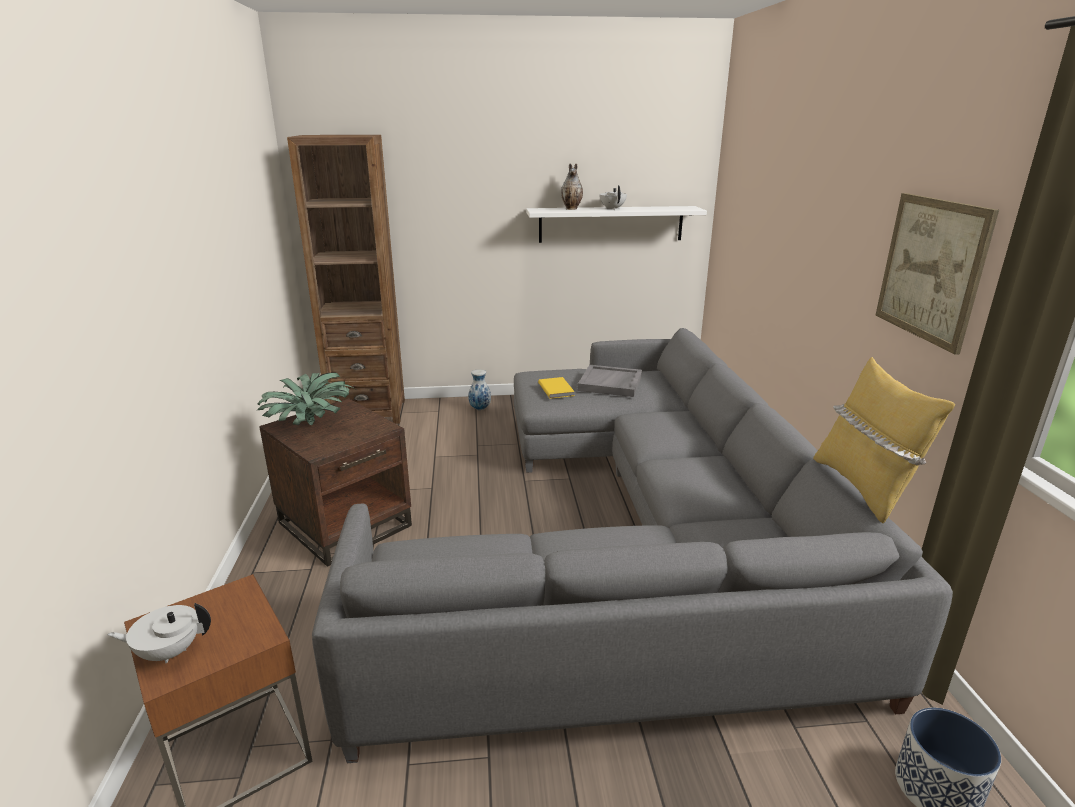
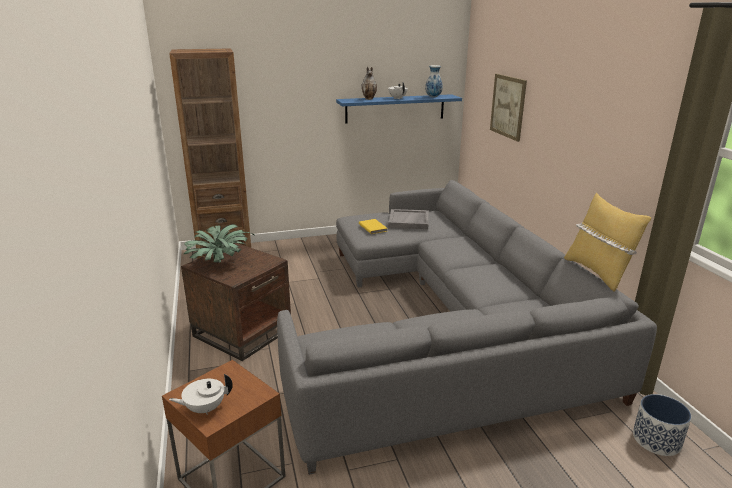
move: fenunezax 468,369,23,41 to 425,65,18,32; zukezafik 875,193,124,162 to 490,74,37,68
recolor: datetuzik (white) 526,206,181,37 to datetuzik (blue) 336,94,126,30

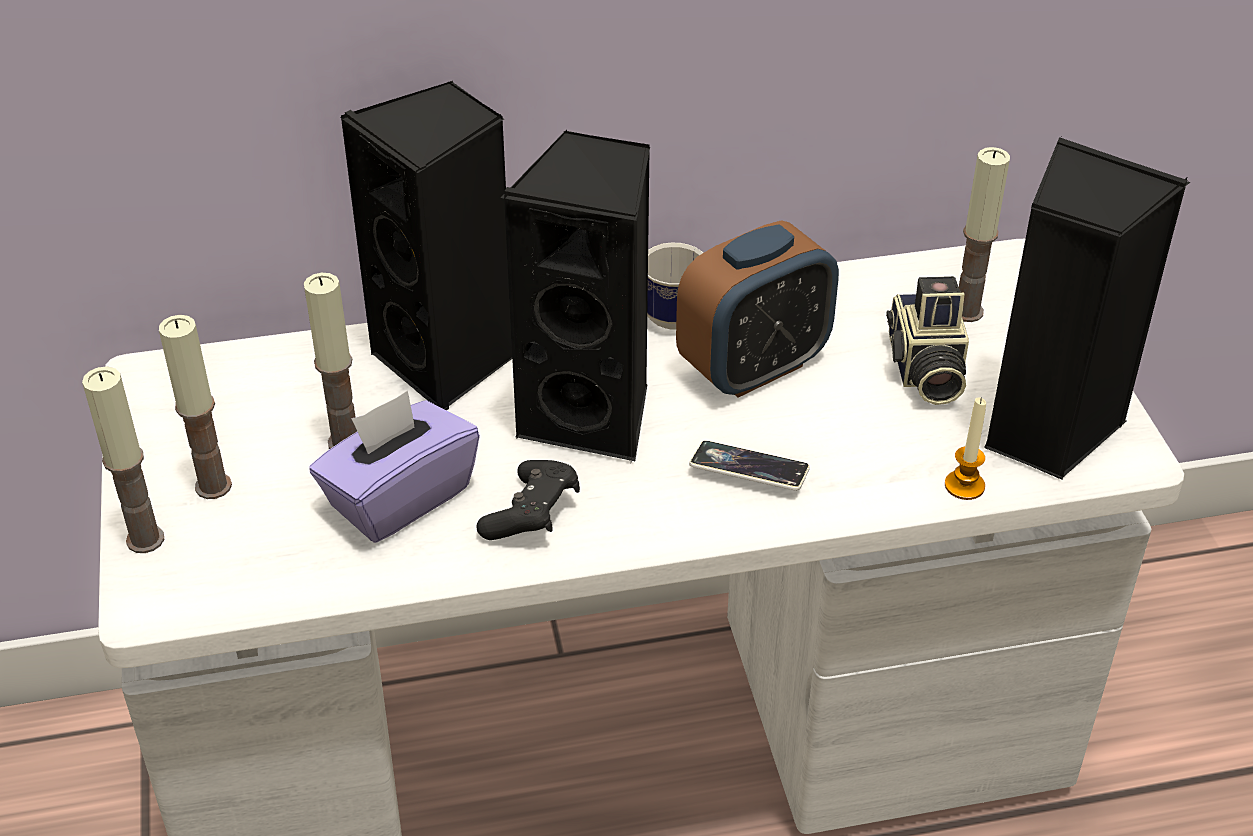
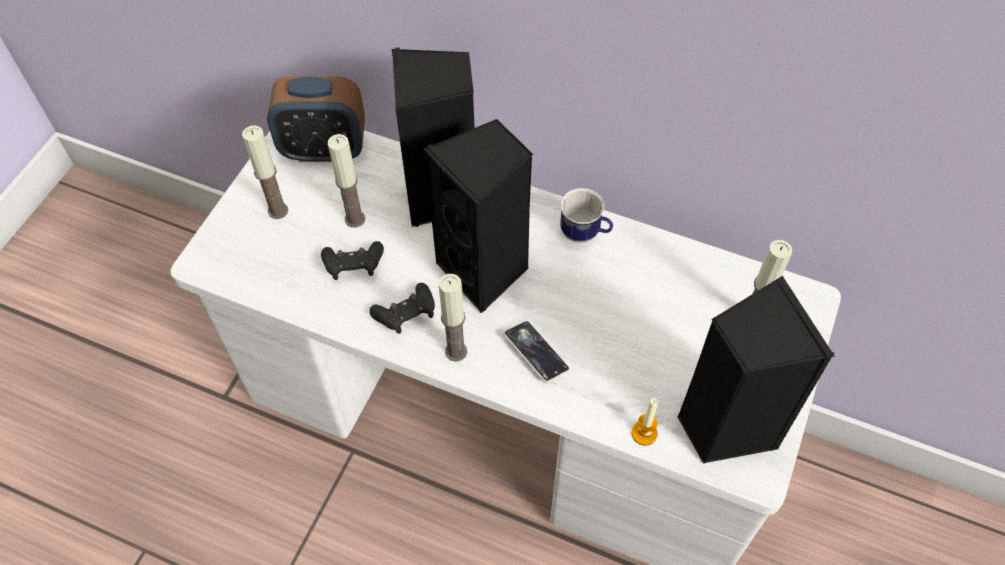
delete: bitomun 886,276,83,129
move: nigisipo 82,366,82,187 to 439,274,28,88; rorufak 676,220,163,178 to 267,76,98,86
replace: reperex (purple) 309,391,171,152 to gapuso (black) 321,241,63,39

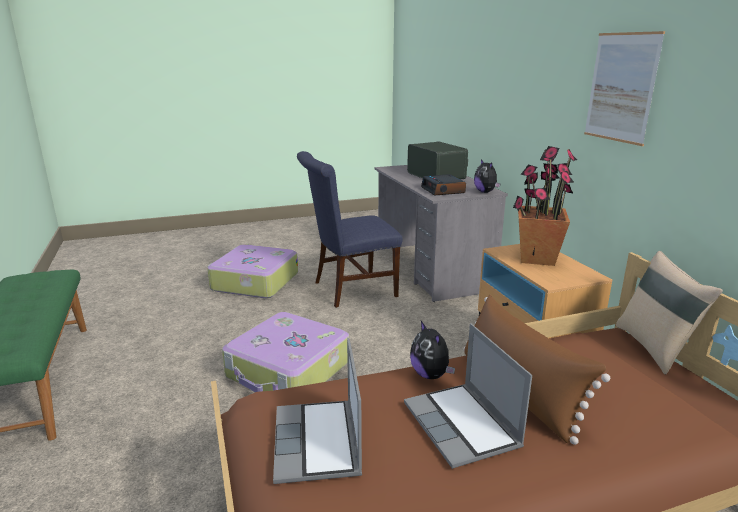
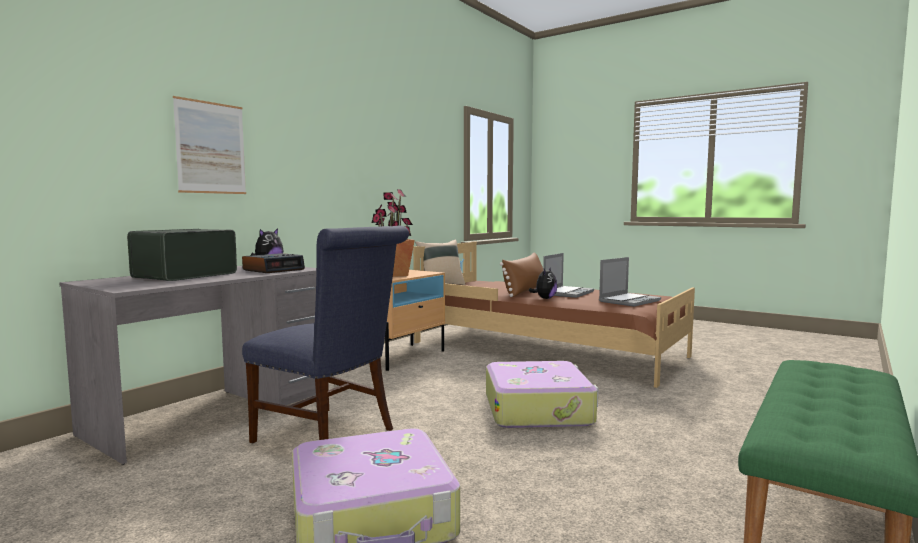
move: zukezafik 584,31,81,115 to 173,96,73,98

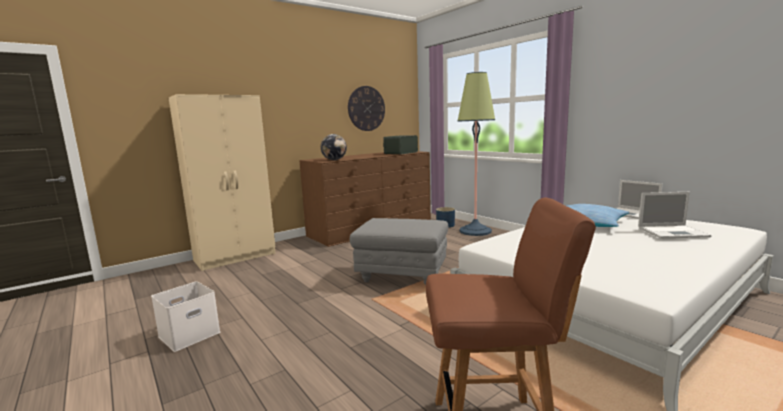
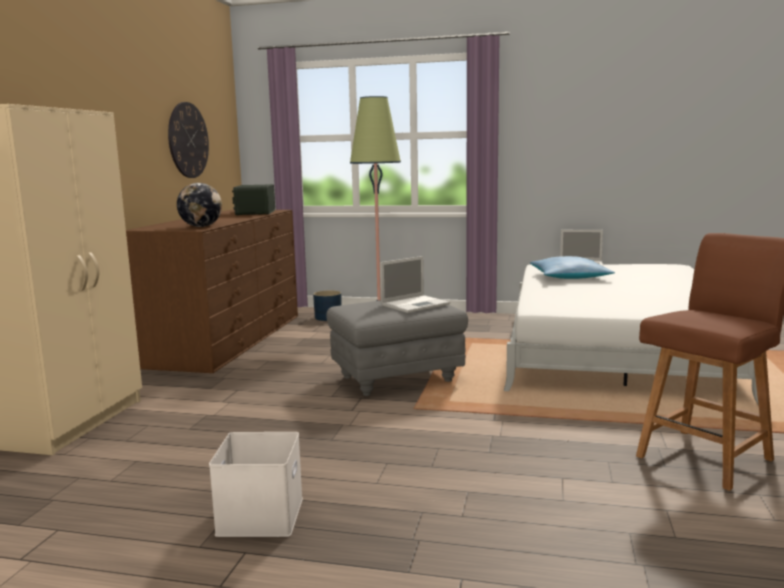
move: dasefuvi 638,192,74,46 to 380,256,70,57

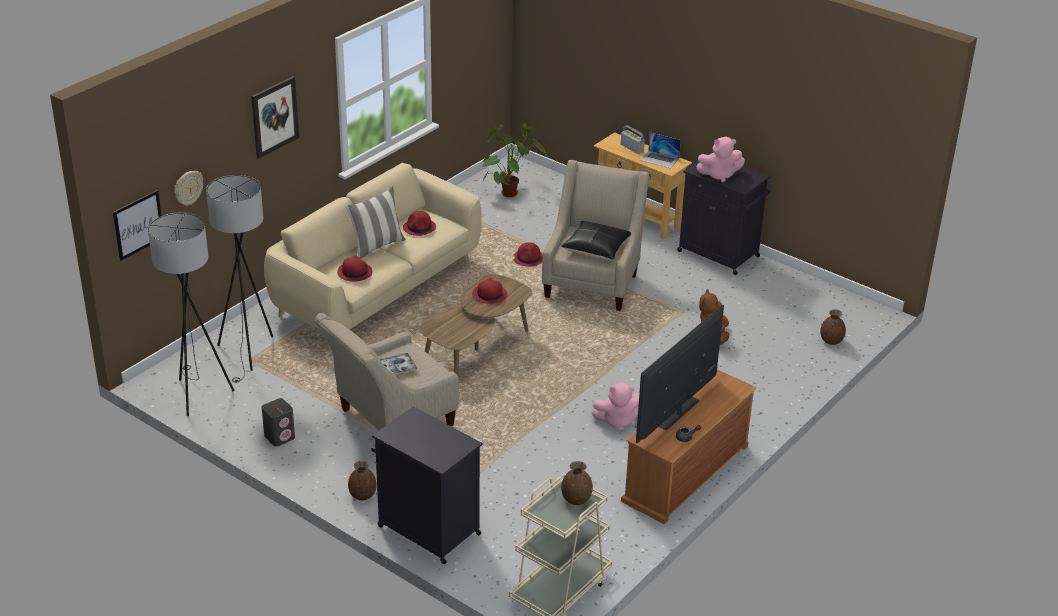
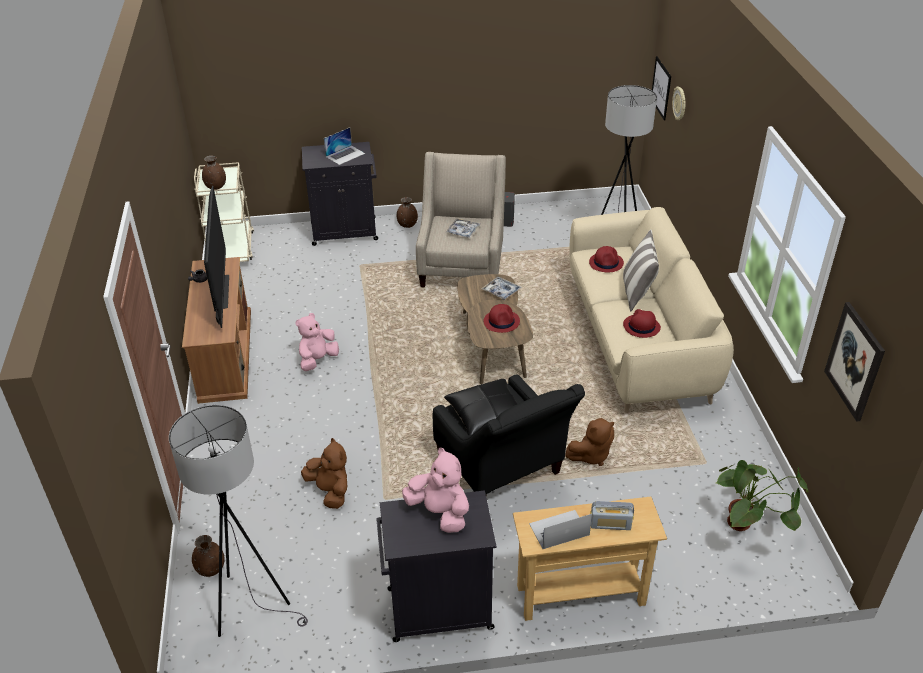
insert: dasefuvi 324,127,41,38; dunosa 481,277,40,23
move: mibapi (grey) 148,213,86,203 to 169,405,139,232; zukezafik 251,76,48,82 to 824,302,61,120
replace: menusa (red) 513,242,30,25 to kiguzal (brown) 565,418,49,48
recolor: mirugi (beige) 542,160,107,151 to mirugi (black) 433,374,152,121
rotate: kiguzal (pink) 696,137,49,45 = 402,448,67,85 90 degrees clockwise

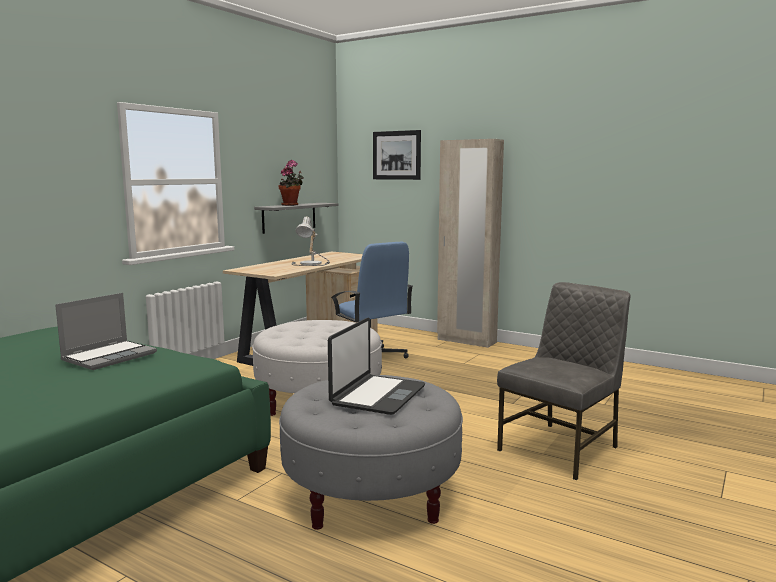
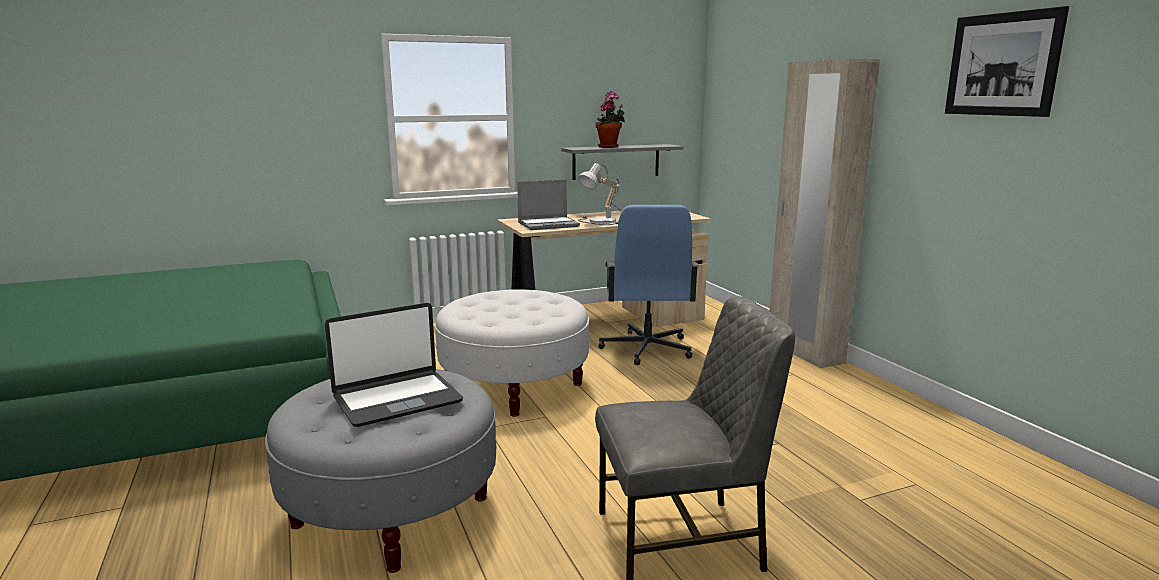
move: dasefuvi 55,293,102,77 to 517,179,63,51; zukezafik 373,130,48,50 to 945,6,124,111

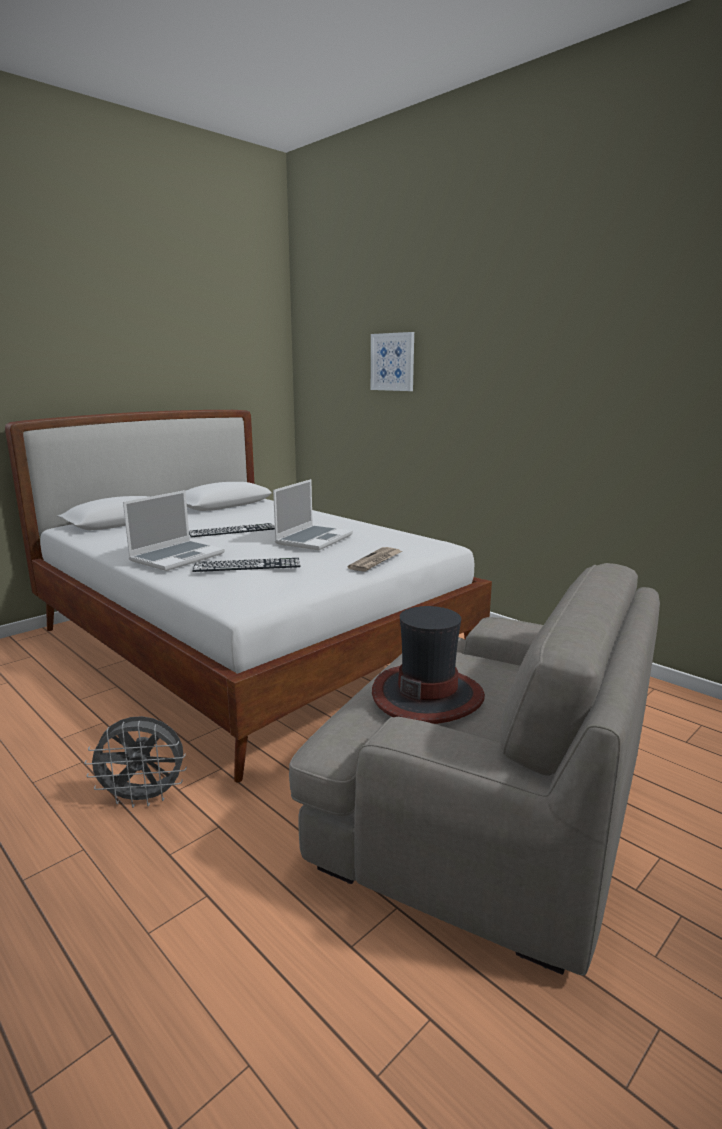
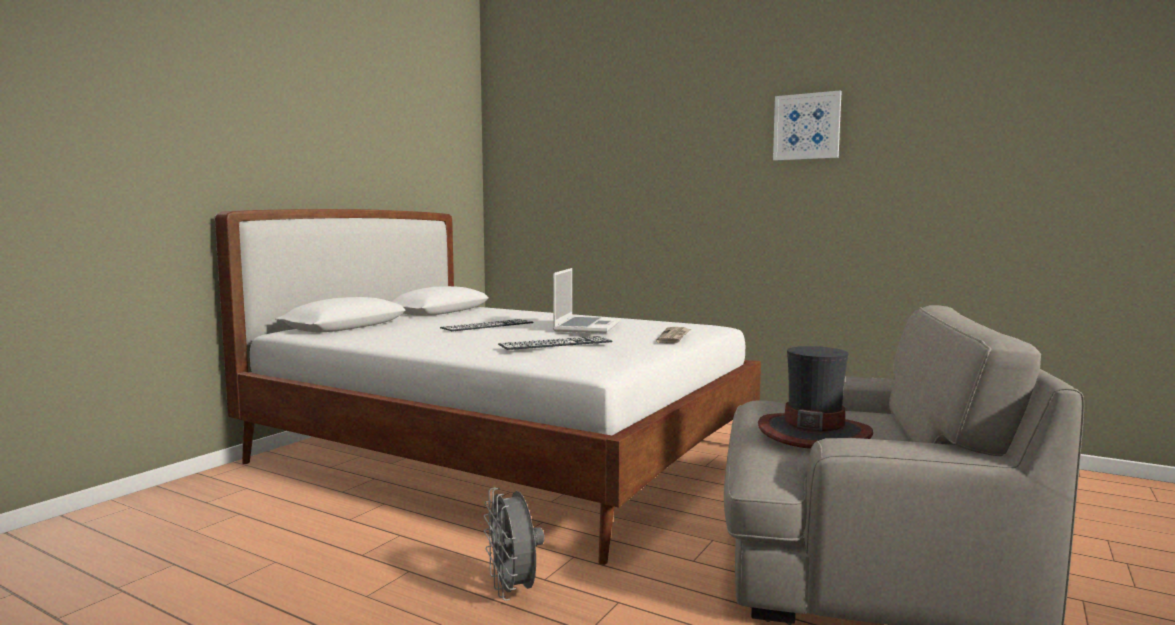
delete: dasefuvi 123,490,102,81
move: zukezafik 371,332,43,59 to 773,90,69,71
rotate: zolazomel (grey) 85,716,102,91 = 484,487,60,114 90 degrees clockwise

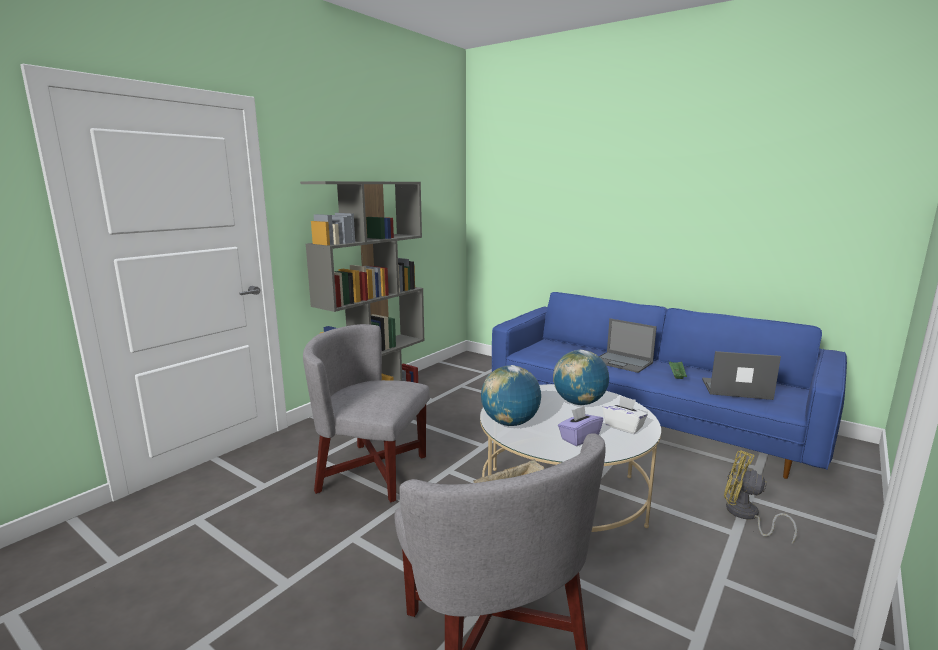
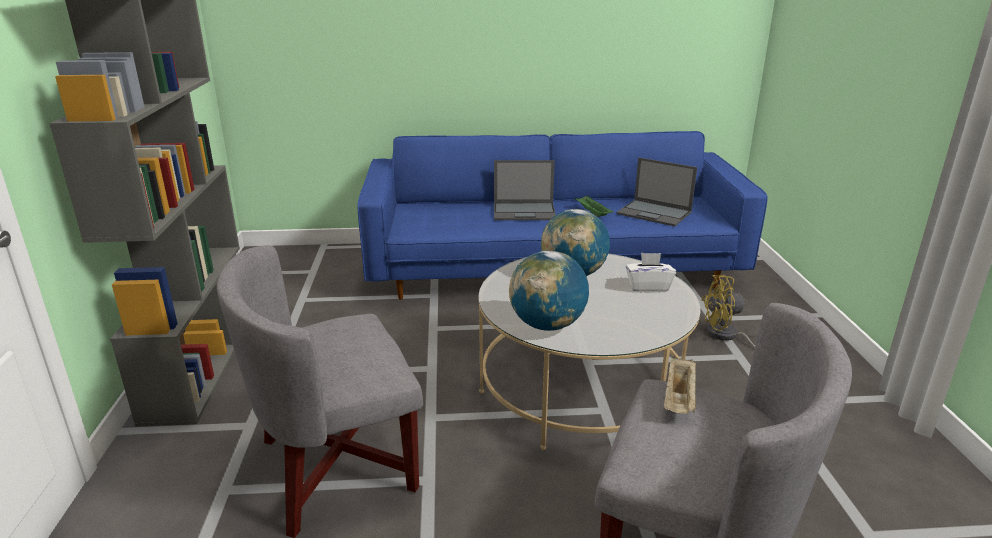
delete: reperex (purple) 558,406,45,40
rotate: dasefuvi 702,351,79,49 = 616,158,81,68 120 degrees counterclockwise

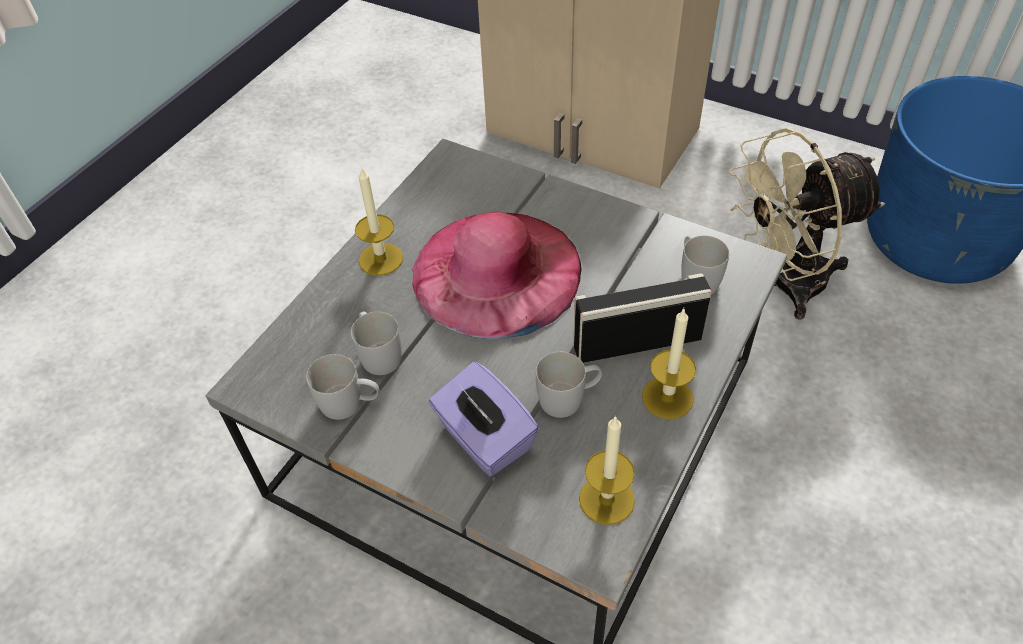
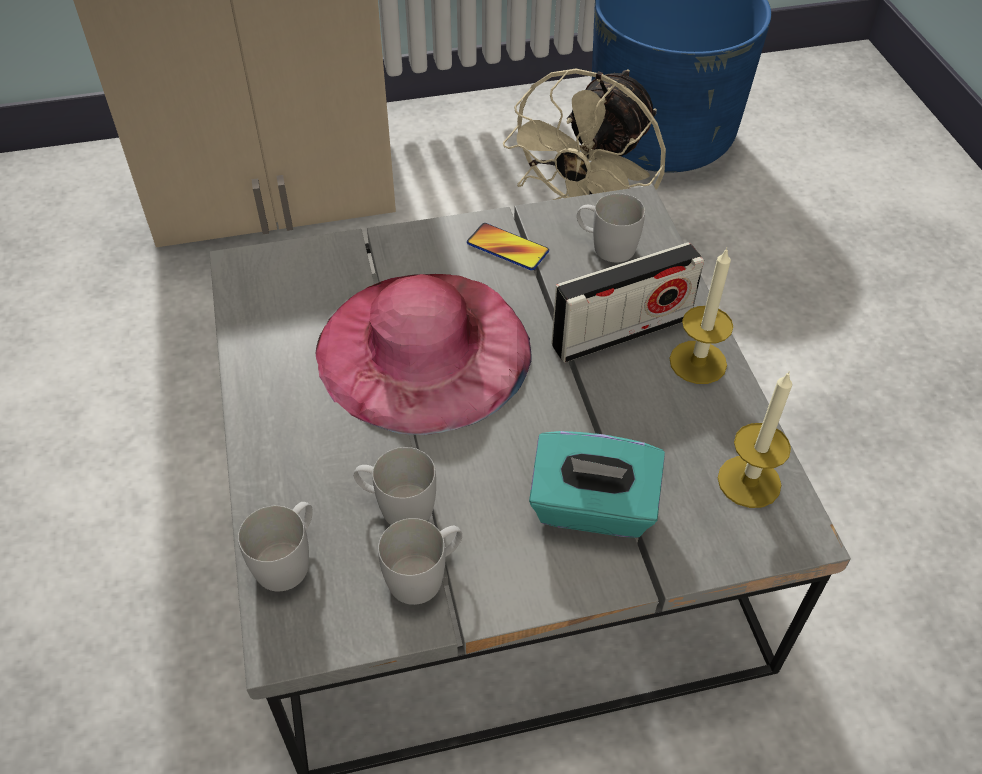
delete: nigisipo 355,166,48,110
insert: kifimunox 467,223,82,47
move: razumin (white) 536,352,66,66 to 238,502,75,89
recolor: reperex (purple) 429,362,110,114 to reperex (turquoise) 529,431,136,107
rotate: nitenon 573,273,138,90 = 551,242,153,121 150 degrees counterclockwise

